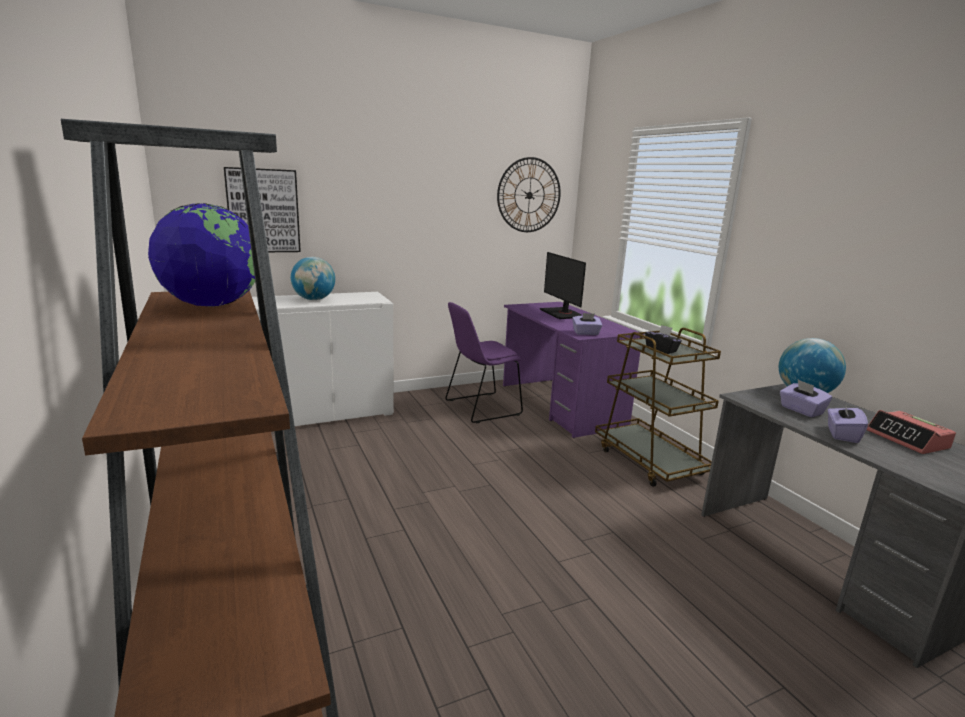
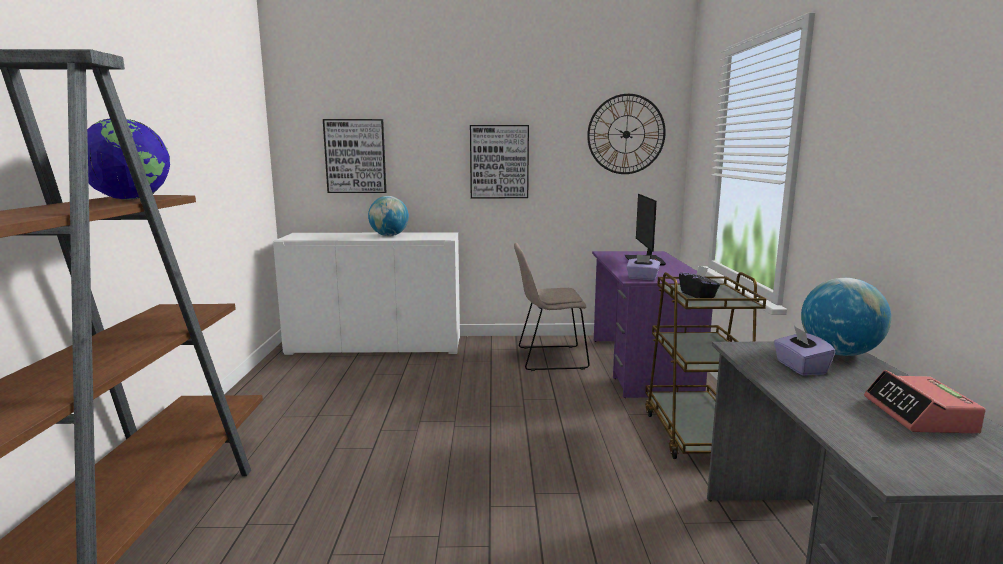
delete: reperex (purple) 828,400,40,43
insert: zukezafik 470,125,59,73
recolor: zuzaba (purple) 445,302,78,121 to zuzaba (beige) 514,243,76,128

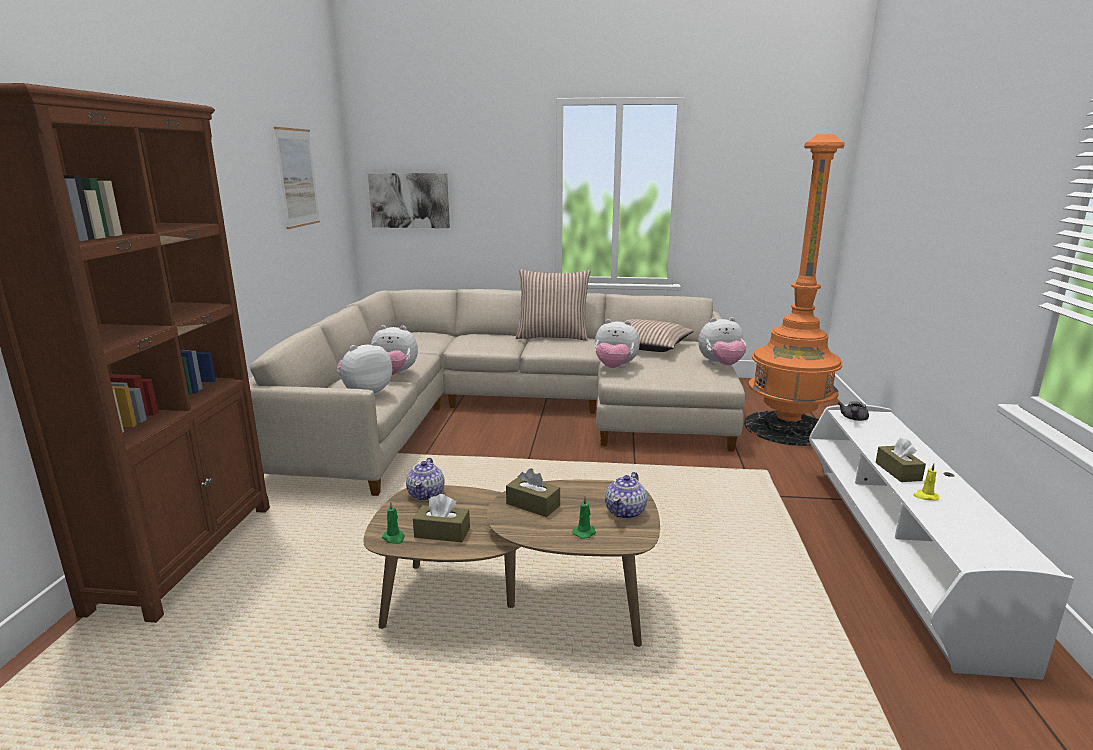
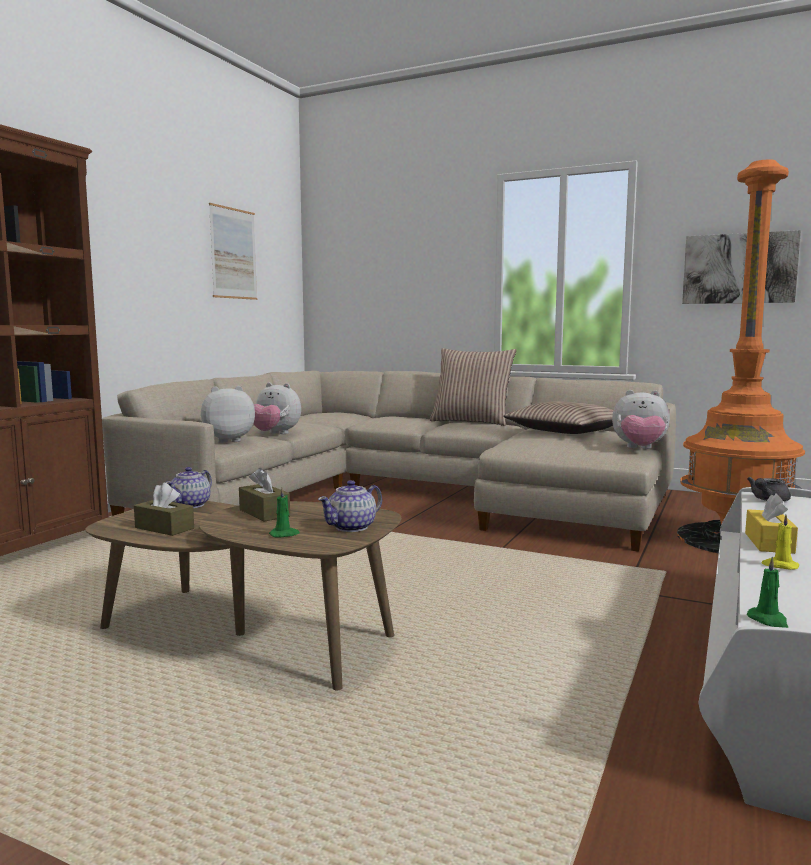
delete: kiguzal 595,319,45,49
move: zukezafik 368,173,82,55 to 682,230,119,74; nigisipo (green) 382,502,23,42 to 747,556,41,72
recolor: reperex (brown) 875,438,51,44 to reperex (yellow) 745,494,53,60

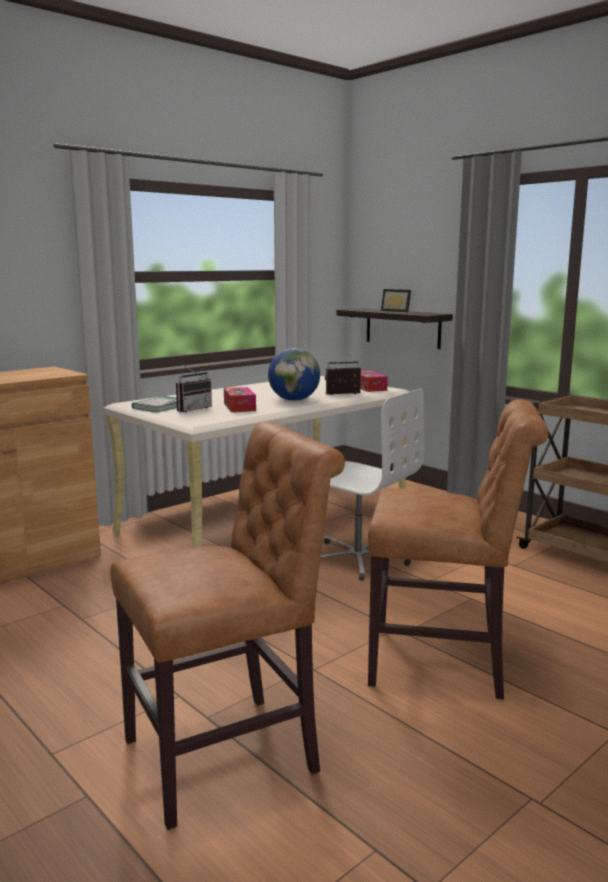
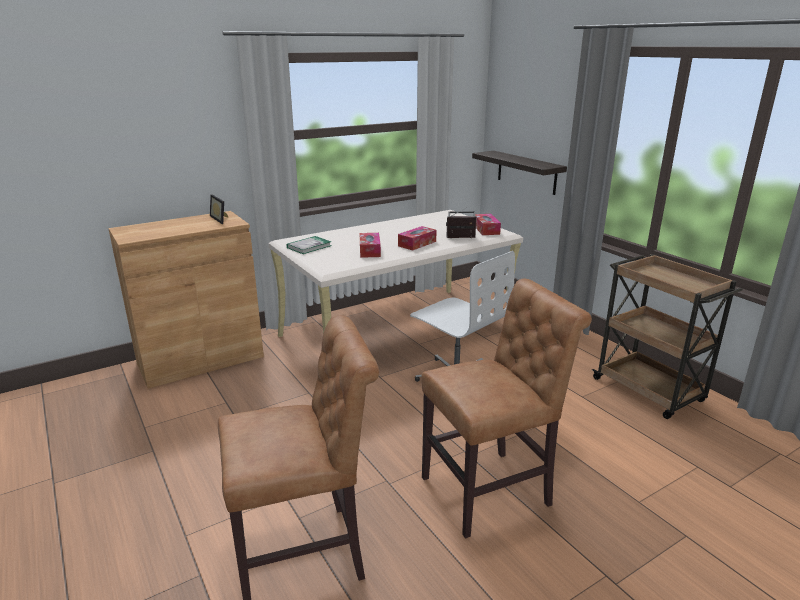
delete: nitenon 176,363,36,49
move: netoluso 381,289,30,23 to 210,194,19,30
replace: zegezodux 268,348,52,53 to reperex 398,226,39,25
rotate: zuzaba (brown) 368,399,181,300 = 421,279,171,260 45 degrees counterclockwise

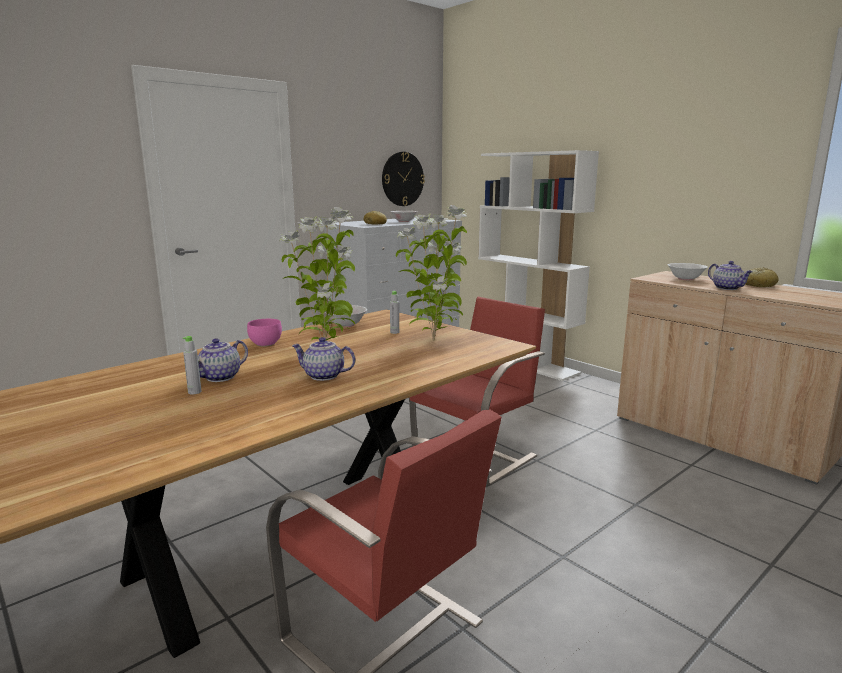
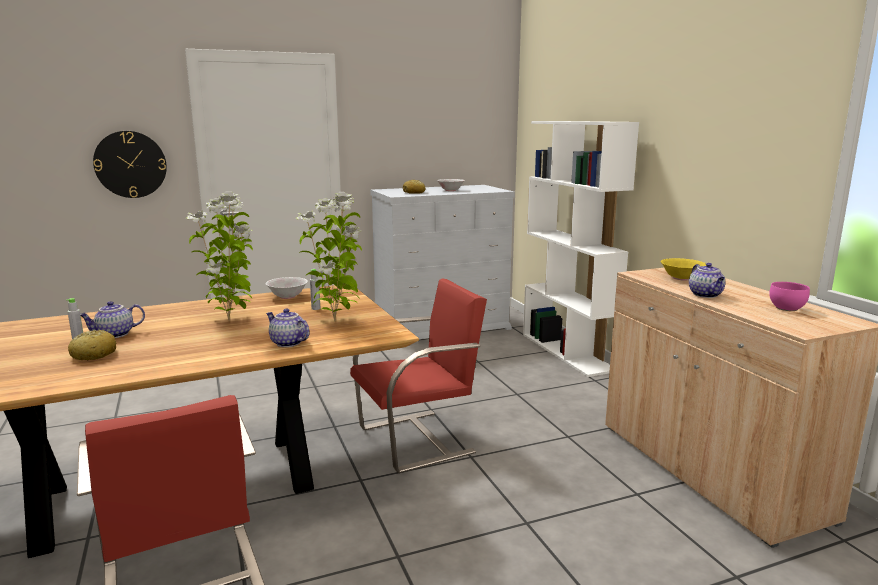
move: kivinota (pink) 247,319,35,28 to 769,282,41,29; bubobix 292,337,63,44 to 266,309,43,38; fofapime 382,152,43,54 to 93,131,74,67; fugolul 745,267,34,20 to 68,330,49,30
recolor: kivinota (white) 668,263,40,17 to kivinota (yellow) 661,258,45,23

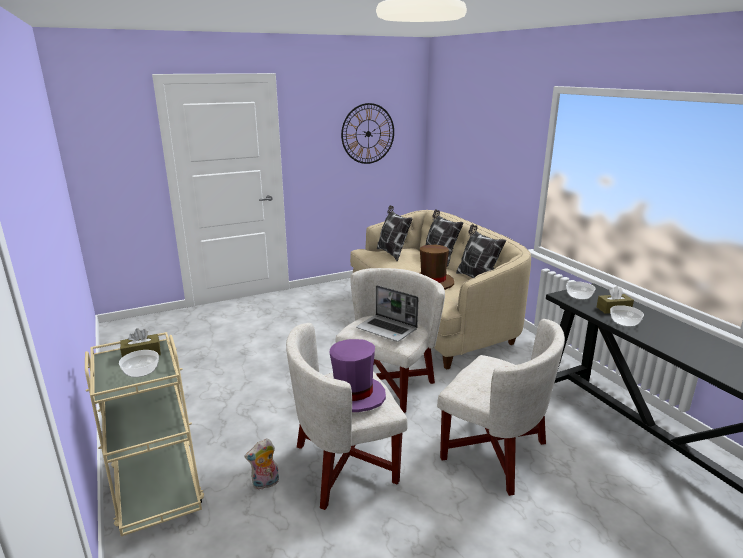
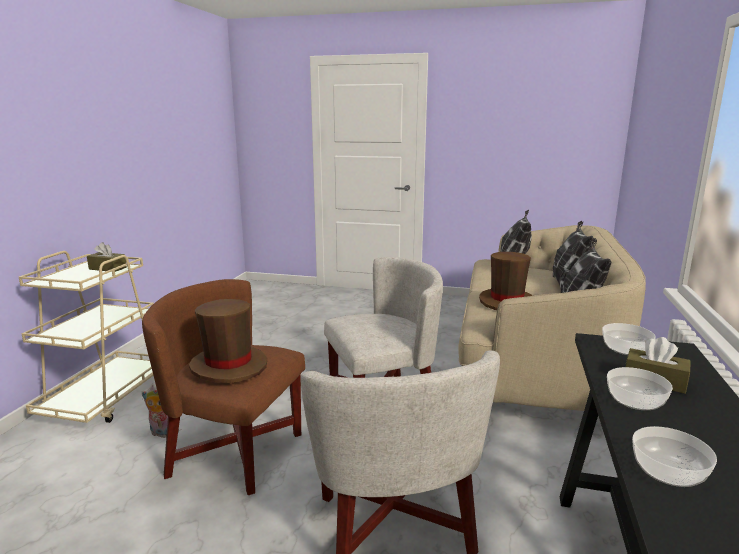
delete: fofapime 341,103,53,61; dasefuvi 356,285,62,57
move: kivinota 119,350,40,27 to 632,426,85,61
recolor: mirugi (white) 286,323,121,187 to mirugi (brown) 142,279,163,216; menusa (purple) 329,339,57,73 to menusa (brown) 189,299,78,84

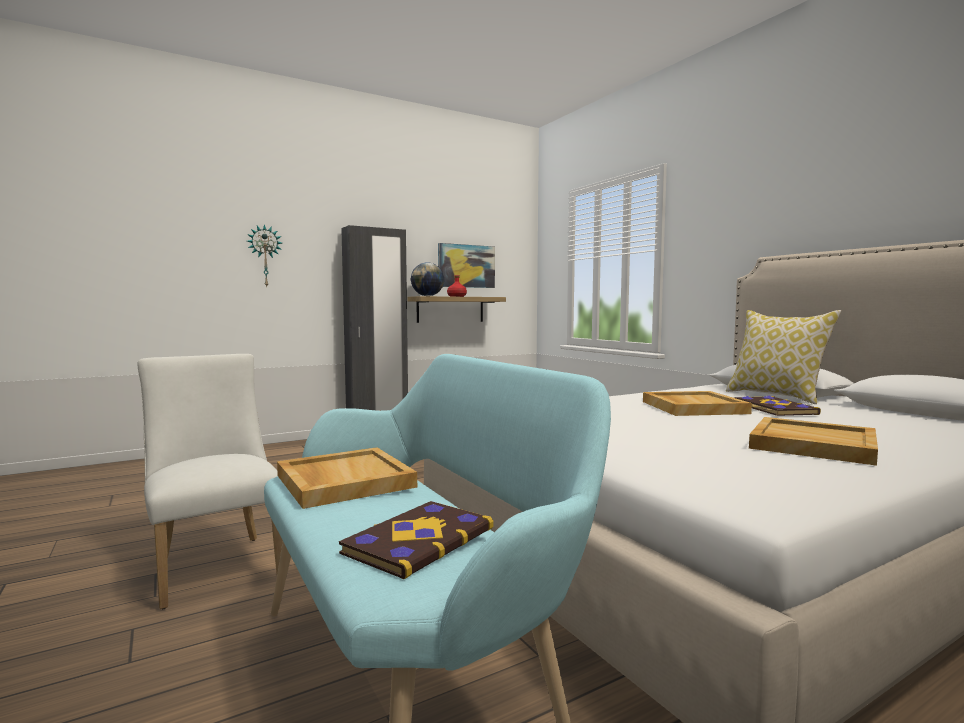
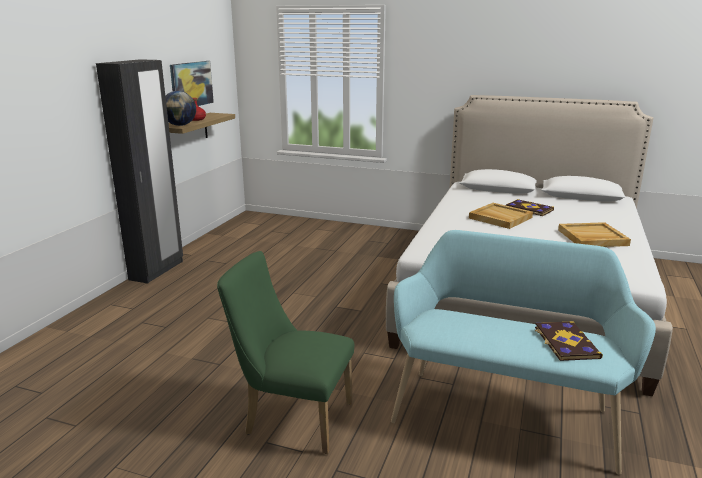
delete: fofapime 247,224,35,64; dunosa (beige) 277,447,140,62; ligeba 726,310,115,94
recolor: zuzaba (white) 138,354,145,255 to zuzaba (green) 217,251,137,203

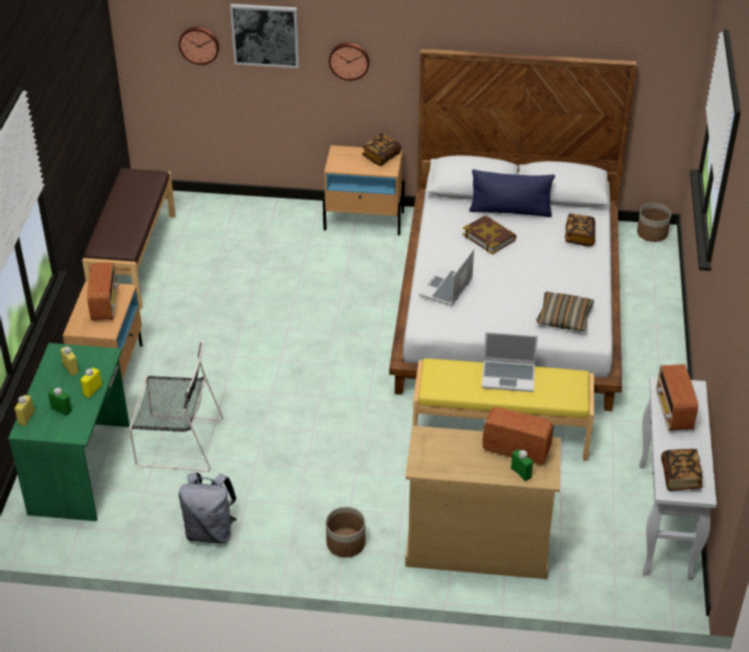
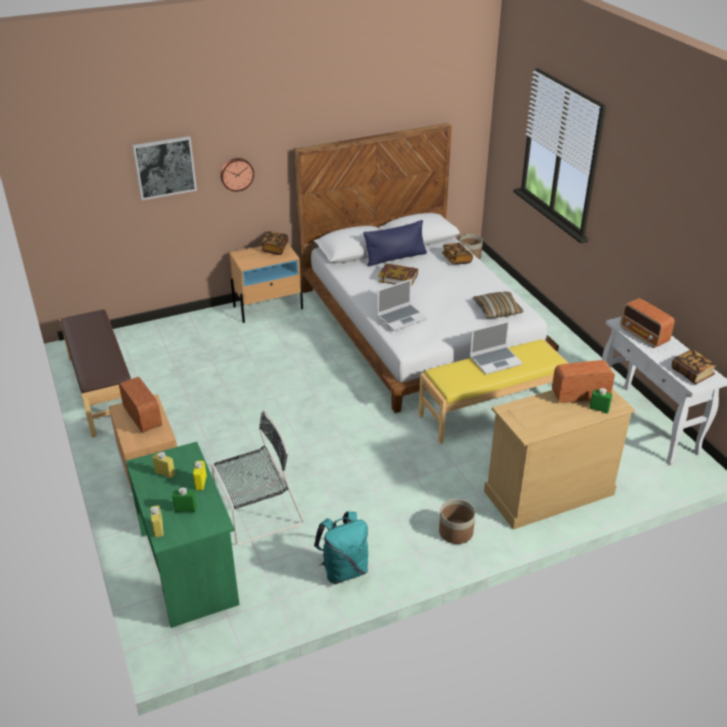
delete: fofapime 179,27,40,38
recolor: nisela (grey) 179,472,58,72 to nisela (turquoise) 314,511,54,73
rotate: dasefuvi 419,248,55,58 = 377,279,50,52 120 degrees counterclockwise

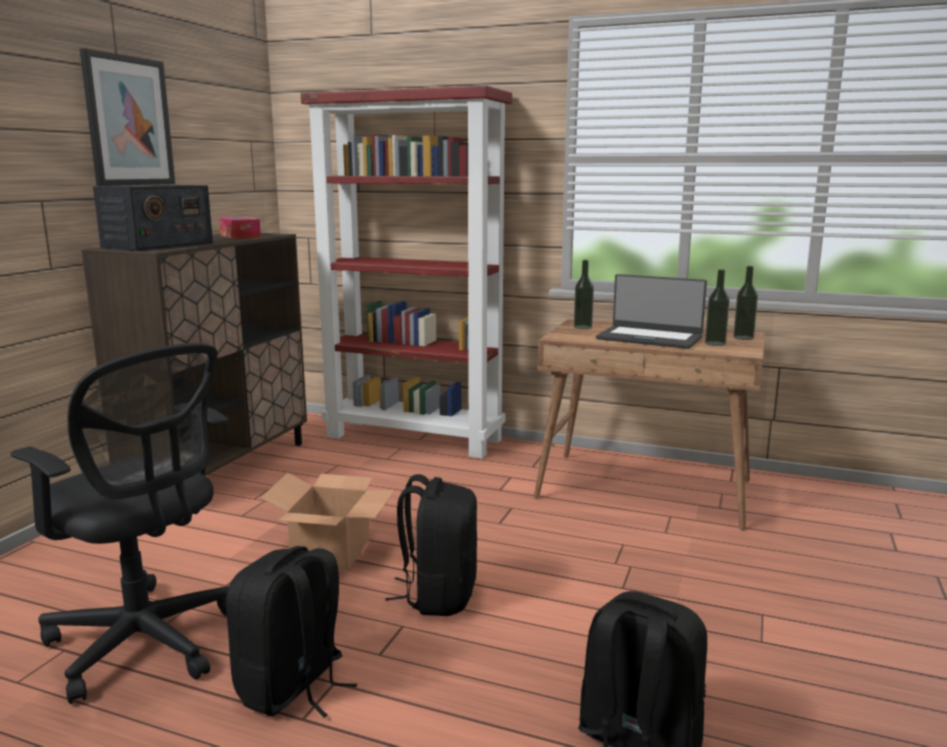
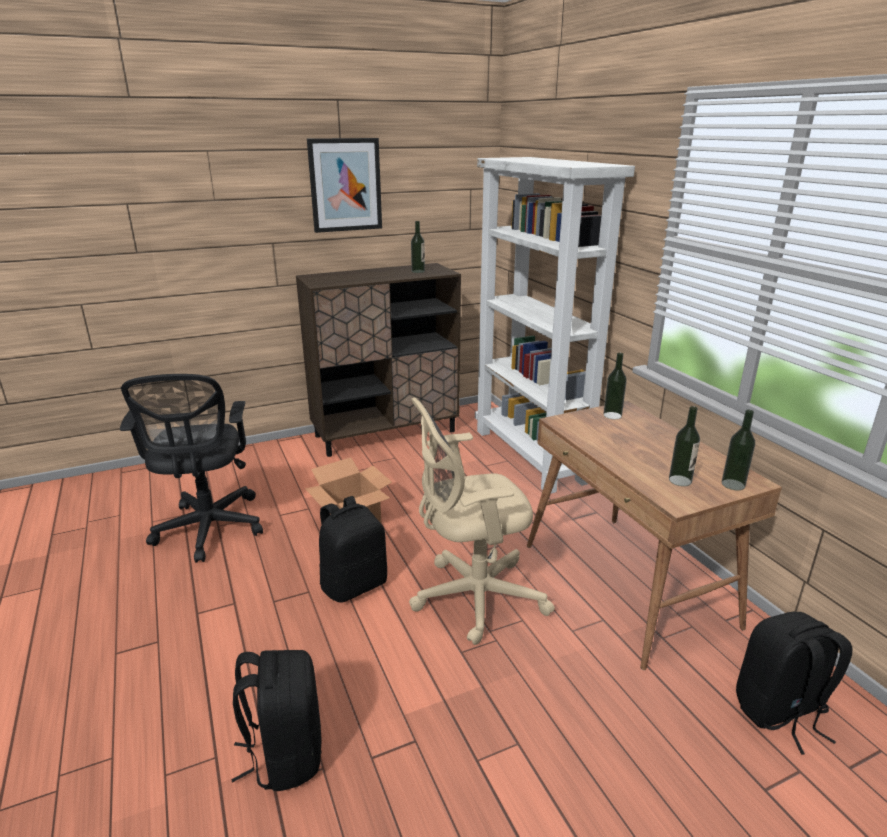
delete: nitenon 93,185,120,66; dasefuvi 596,274,111,75
insert: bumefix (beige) 409,397,146,248
move: nisela (black) 226,546,131,172 to 736,611,116,144
replace: reperex 219,217,42,22 to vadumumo 411,221,14,52
recolor: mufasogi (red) 301,86,211,373 to mufasogi (white) 475,157,160,336

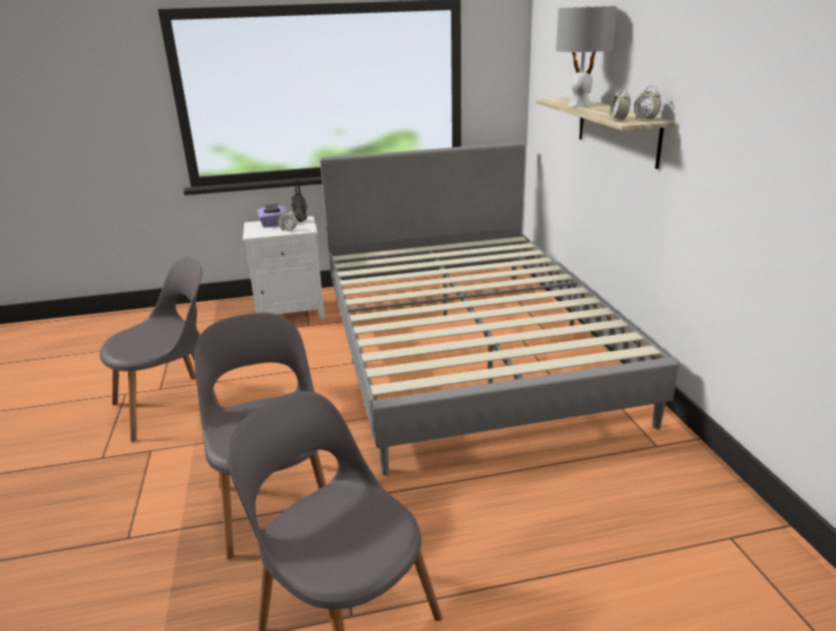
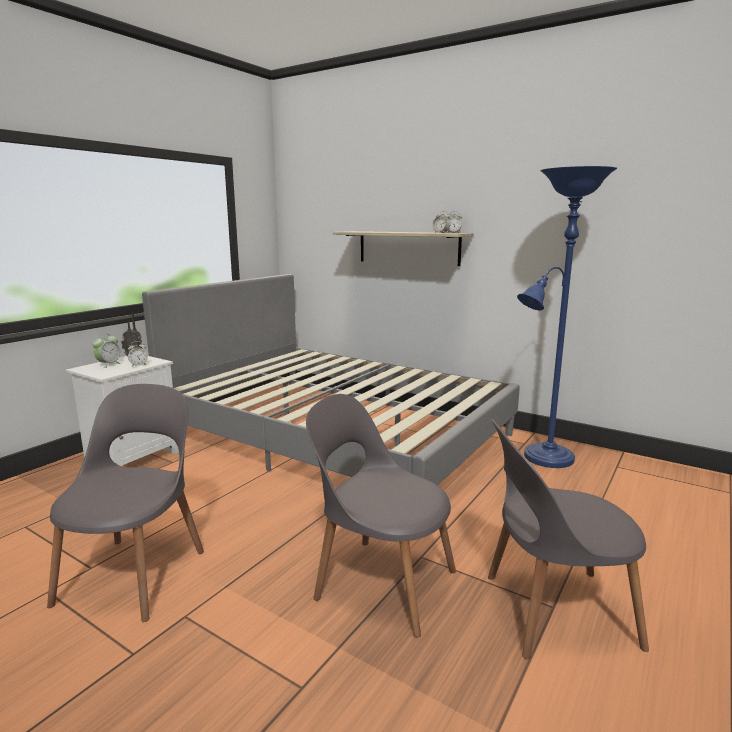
delete: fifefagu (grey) 556,6,61,101
insert: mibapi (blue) 517,166,100,302
replace: reperex (purple) 257,204,30,23 to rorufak 92,333,29,35

